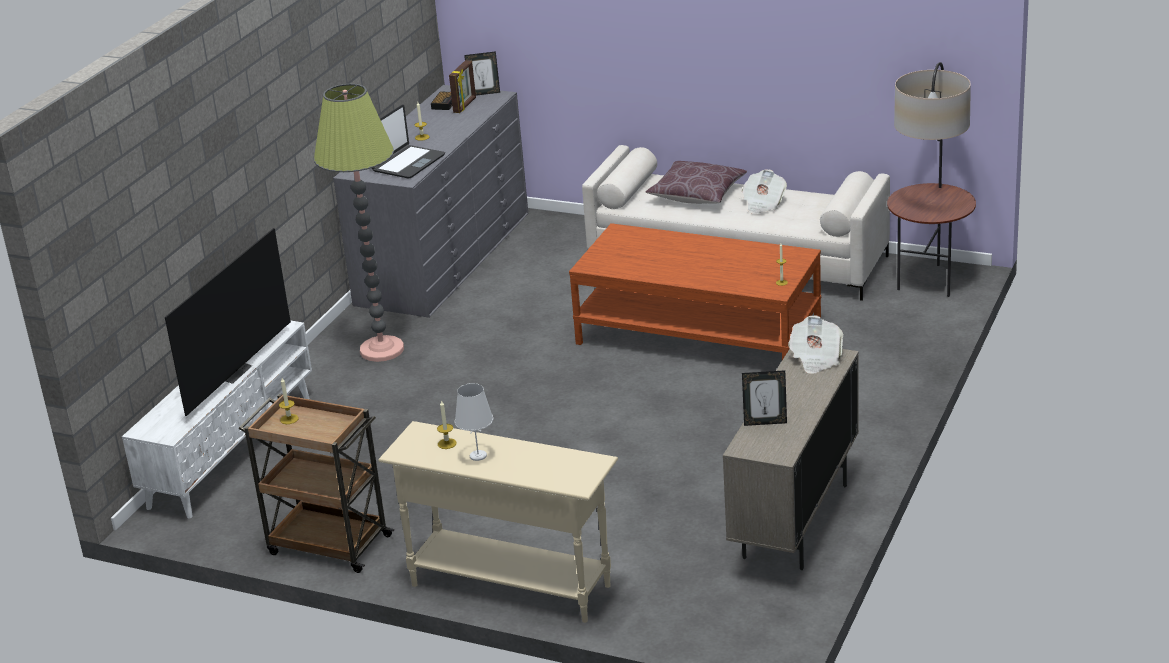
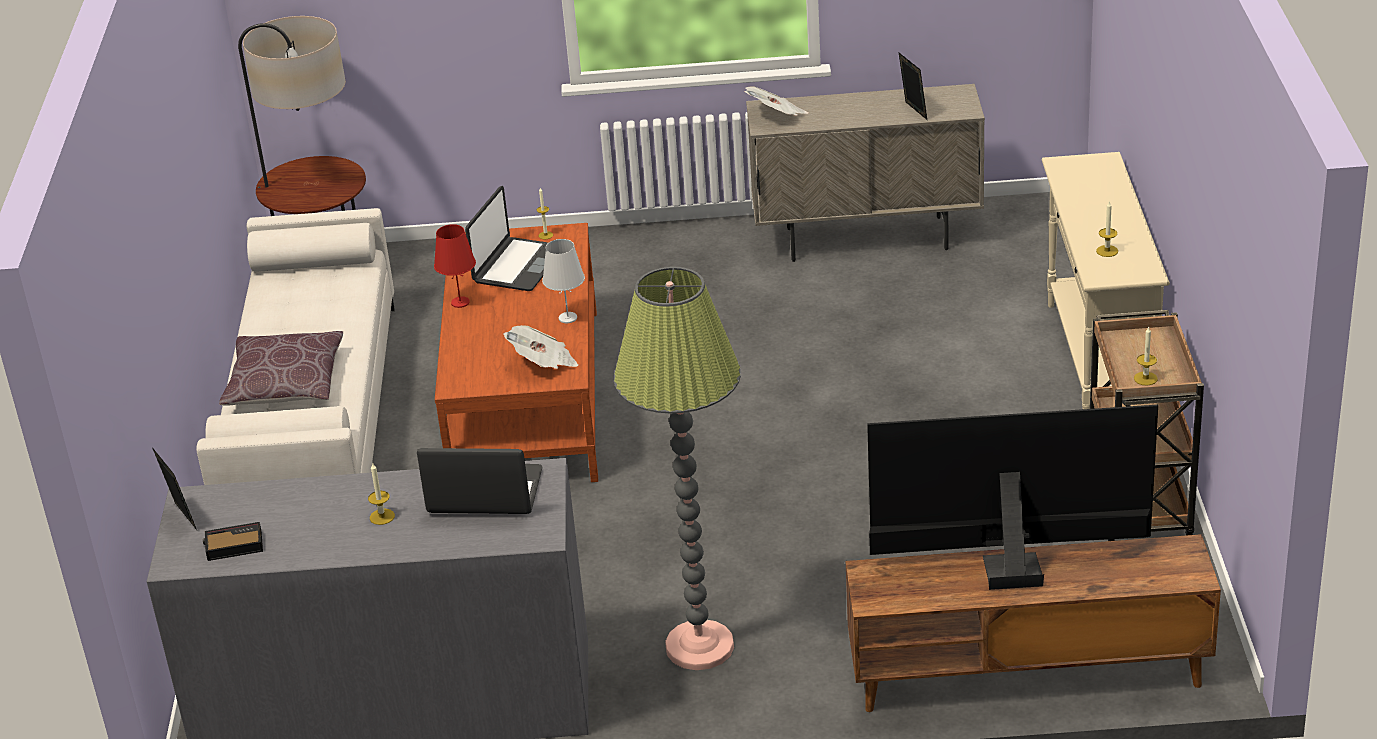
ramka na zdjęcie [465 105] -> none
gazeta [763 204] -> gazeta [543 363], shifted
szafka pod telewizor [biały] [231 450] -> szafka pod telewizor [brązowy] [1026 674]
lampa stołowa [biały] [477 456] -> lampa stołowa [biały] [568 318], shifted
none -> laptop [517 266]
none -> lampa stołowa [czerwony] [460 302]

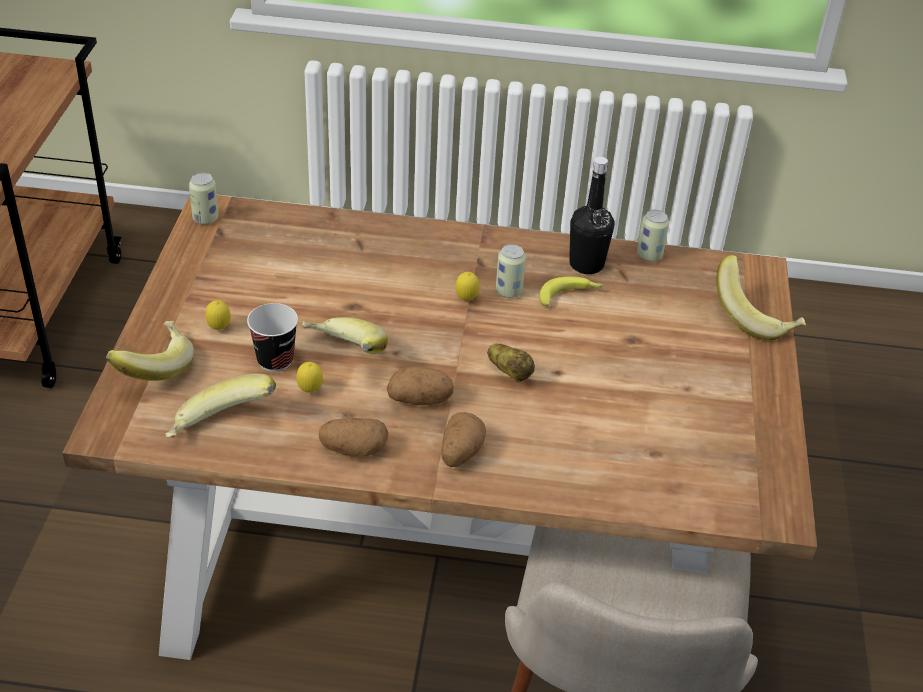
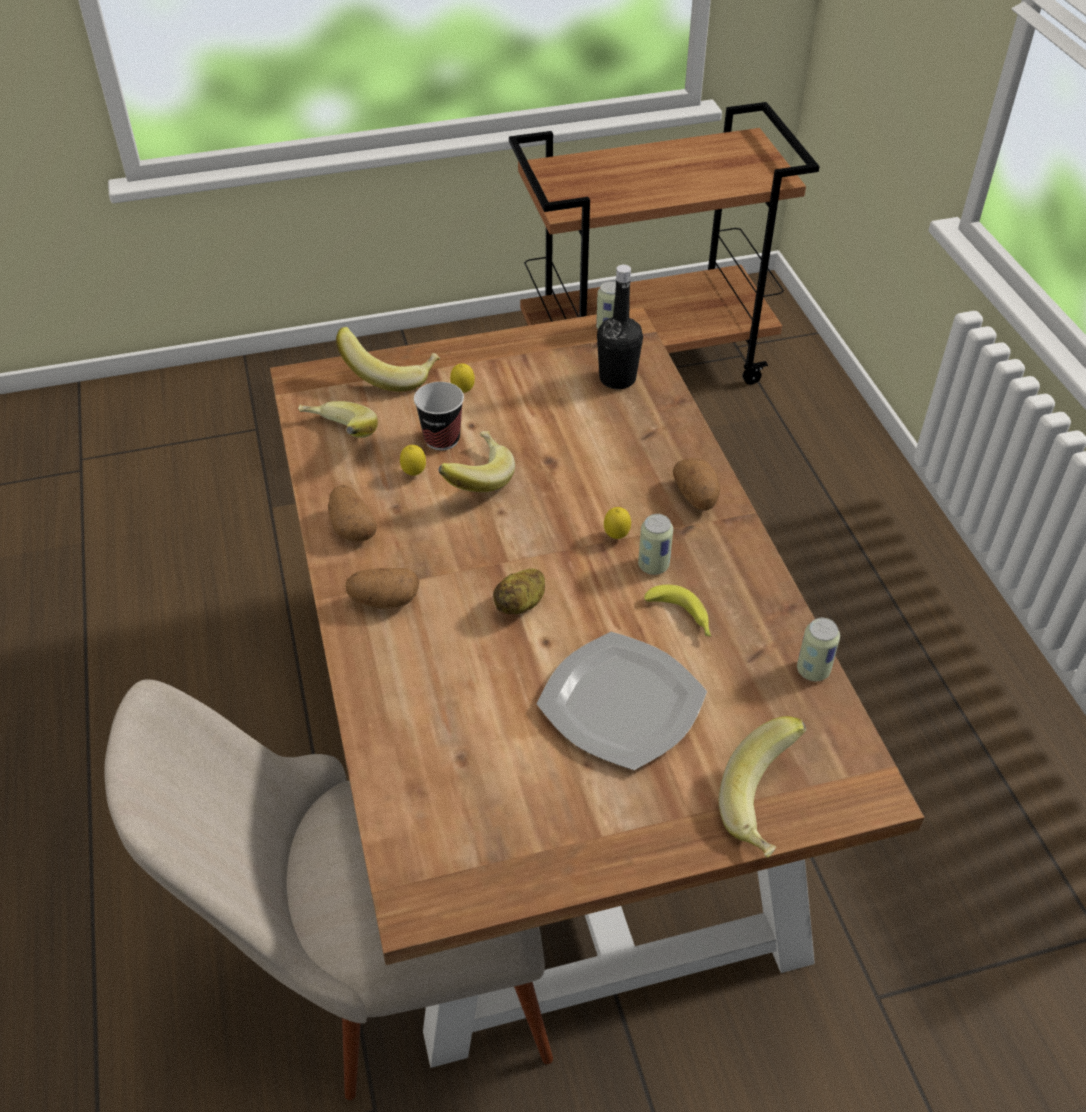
butelka [czarny] [586 264] -> butelka [czarny] [617 378], shifted
ziemniak [420 399] -> ziemniak [696 497], shifted
none -> talerz [621 702]

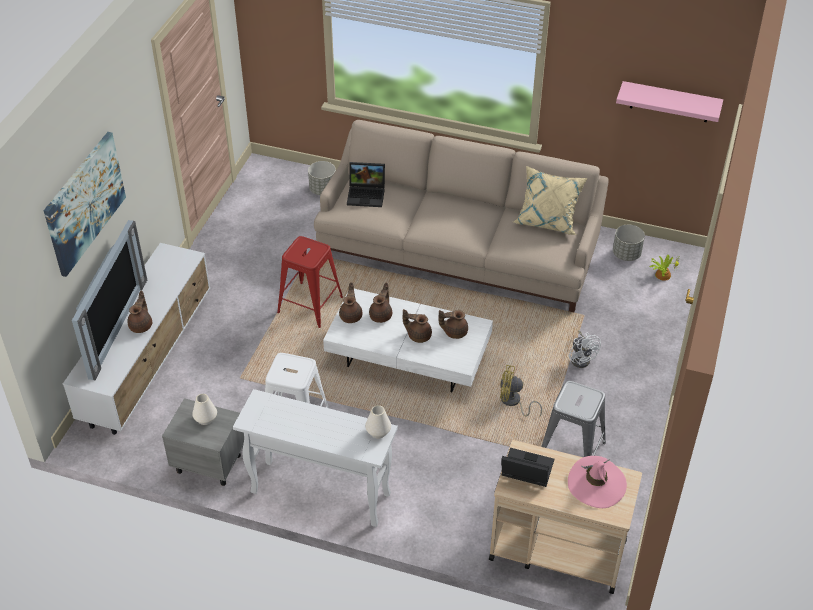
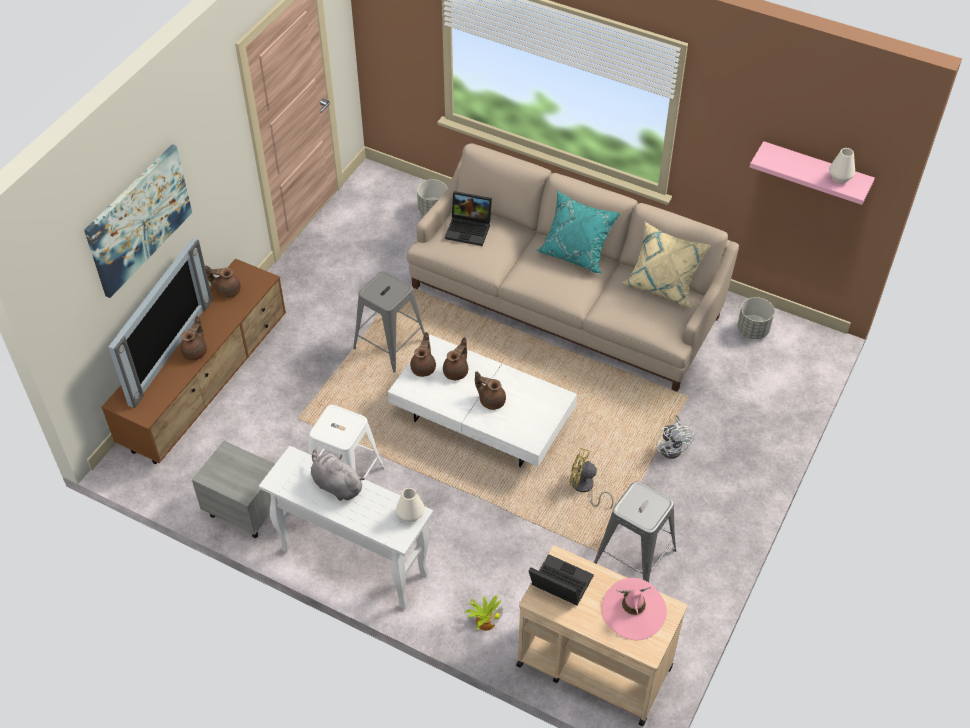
stołek [czerwony] [310 305] -> stołek [szary] [390 345]
szafka pod telewizor [biały] [149 359] -> szafka pod telewizor [brązowy] [207 384]
roślina doniczkowa [662 274] -> roślina doniczkowa [485 620], shifted
imbryk [brązowy] [454 332] -> imbryk [brązowy] [227 290], shifted
wazon [biały] [205 419] -> wazon [biały] [840 177], shifted
none -> poduszka [turkusowy] [576 253]
none -> pluszak [szary] [336 485]

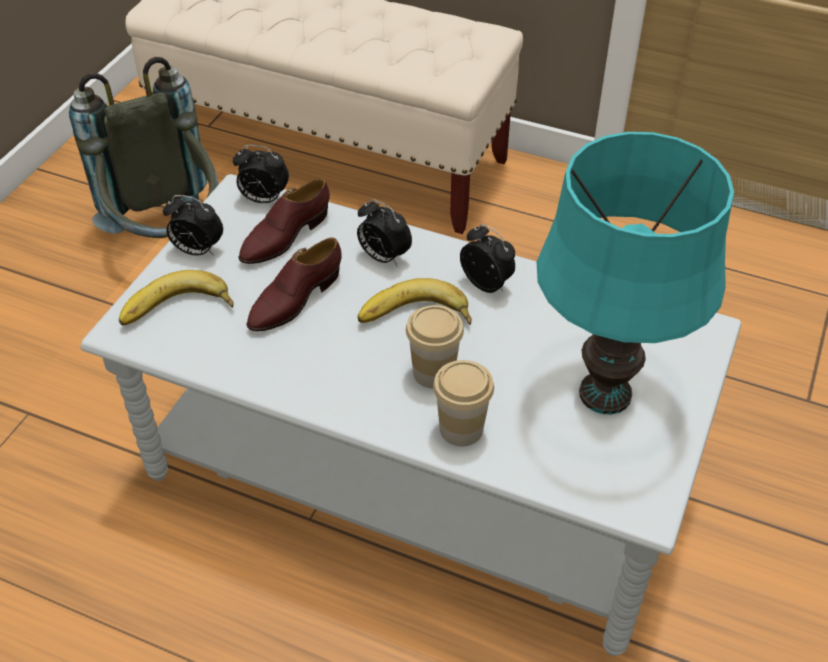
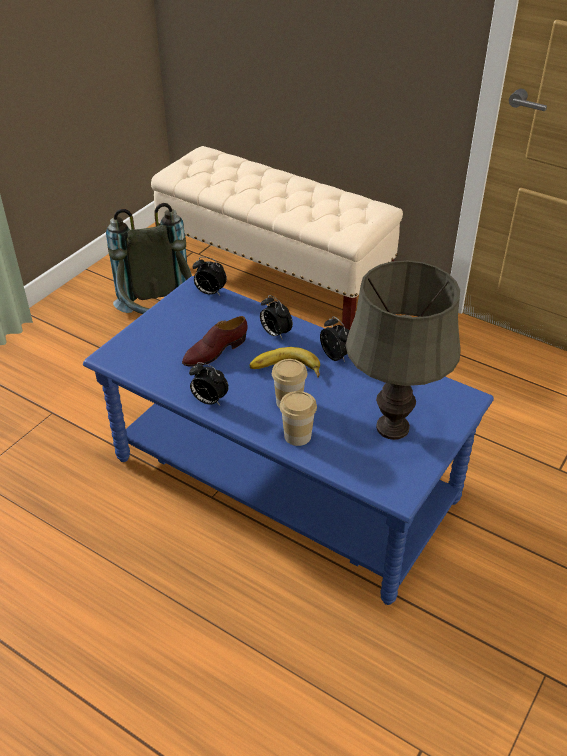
lampa stołowa [turkusowy] [604 394] -> lampa stołowa [szary] [392 427]
ława [szary] [415 476] -> ława [niebieski] [284 481]
but [brązowy] [284 236] -> none
budzik [197 251] -> budzik [209 401], shifted
banan [178 312] -> none

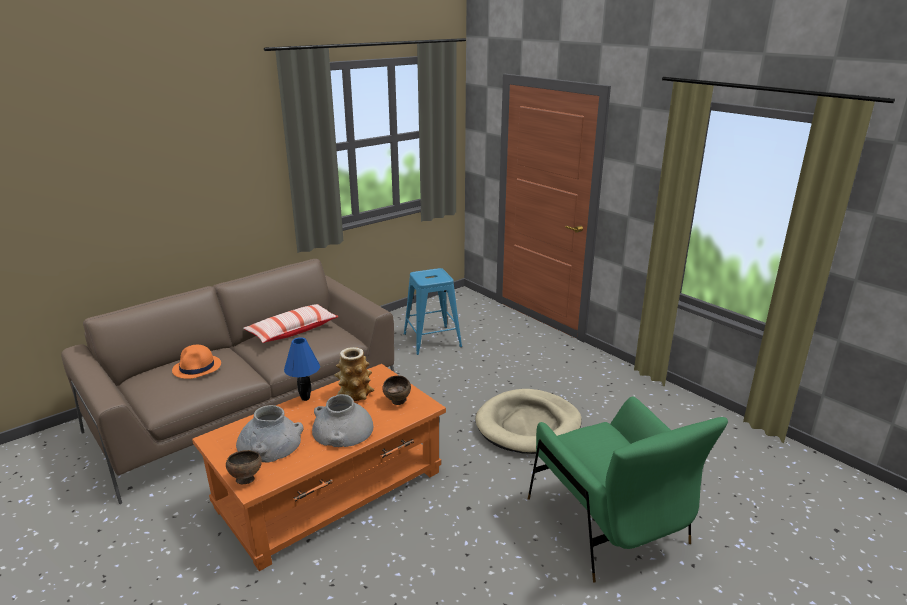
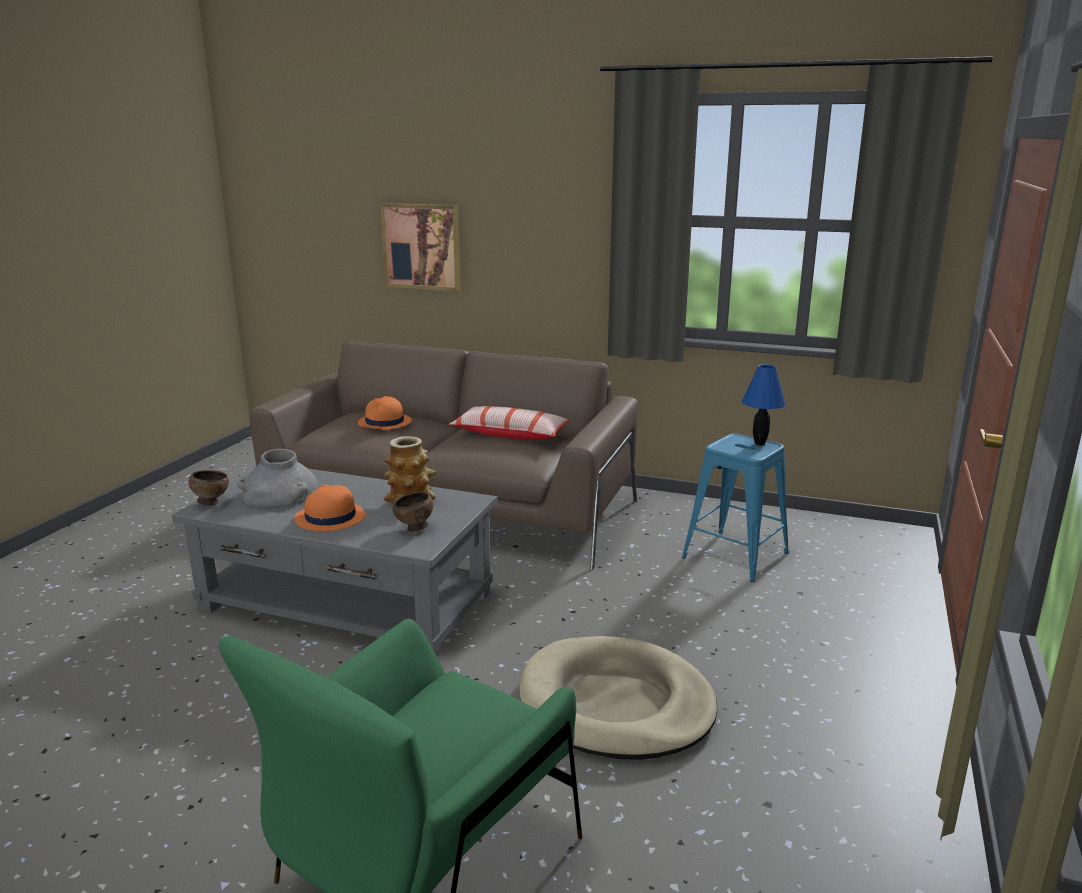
lampa stołowa [niebieski] [305 398] -> lampa stołowa [niebieski] [759 443], shifted
ława [pomarańczowy] [331 489] -> ława [szary] [347 601]
wazon [szary] [342 430] -> kapelusz [pomarańczowy] [330 518]
none -> obraz [422 246]

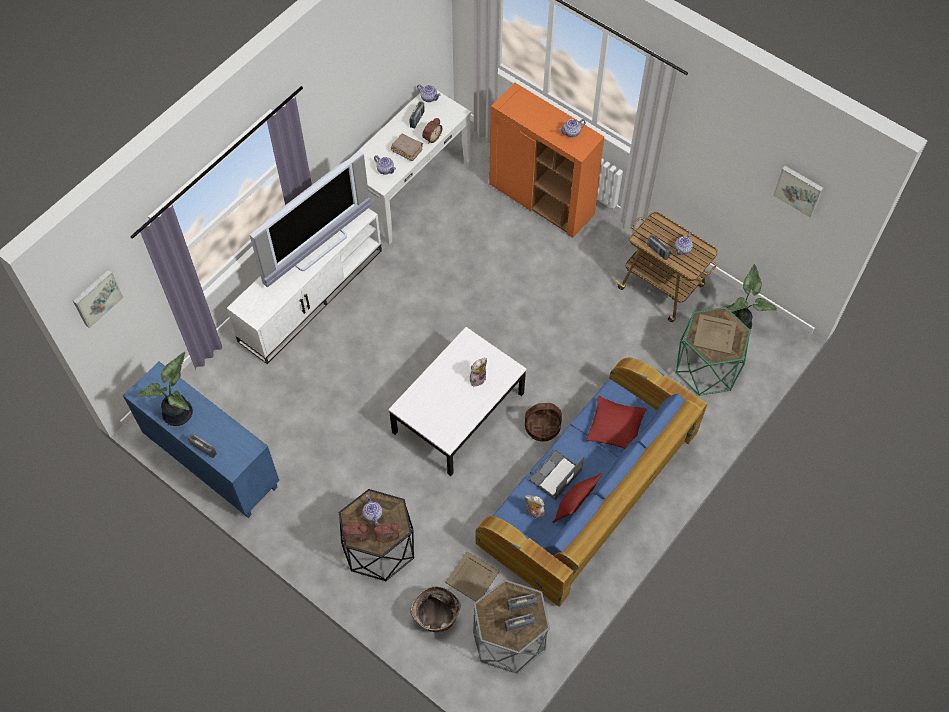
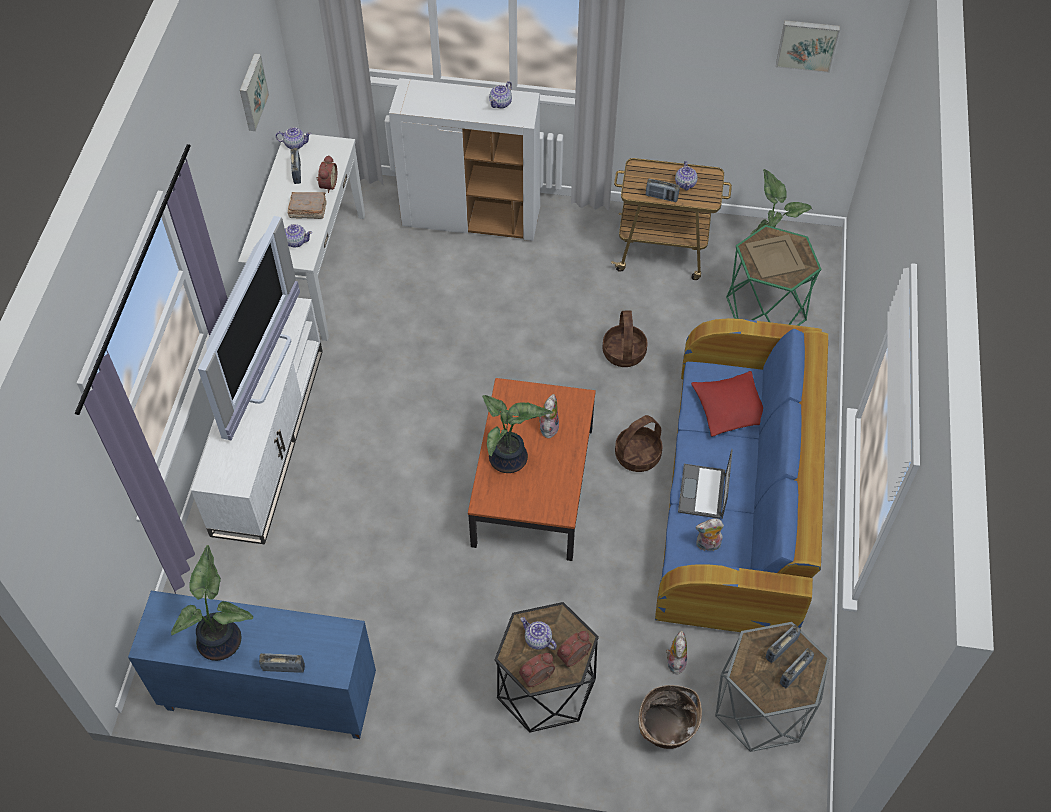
szafka [pomarańczowy] [542 200] -> szafka [biały] [472 218]
obraz [96 297] -> obraz [251 92], shifted
ława [biały] [458 413] -> ława [brązowy] [533 486]
poduszka [czerwony] [574 507] -> none
taca [beżowy] [472 577] -> pluszak [675 661]
none -> koszyk [624 352]
none -> roślina doniczkowa [509 461]

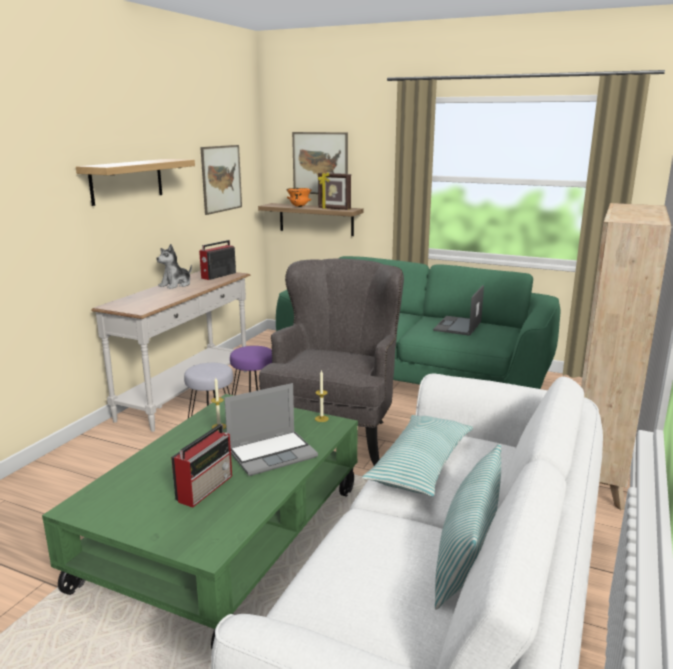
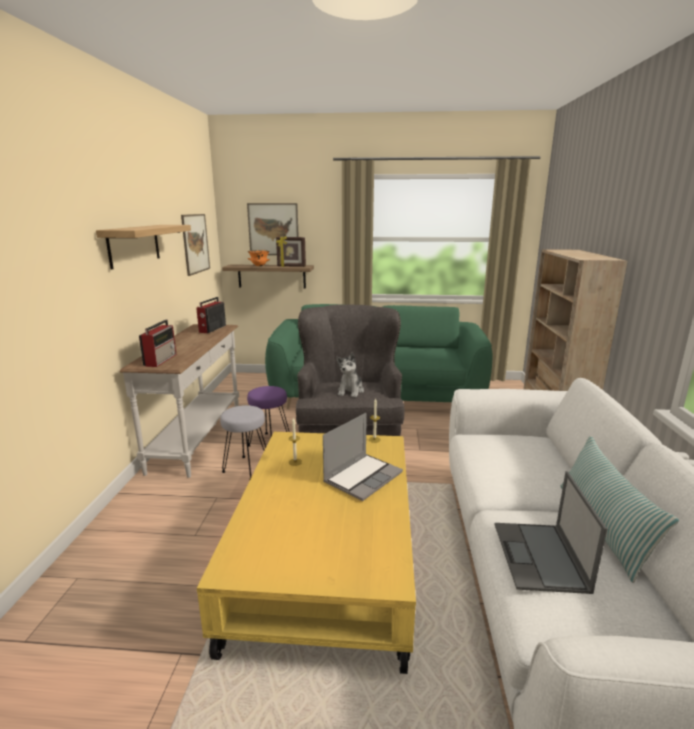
pluszak [176 285] -> pluszak [351 391], shifted
laptop [458 326] -> laptop [540 557], shifted
ława [zielony] [227 537] -> ława [żółty] [327 559]
poduszka [420 466] -> none
radio [206 487] -> radio [161 359], shifted

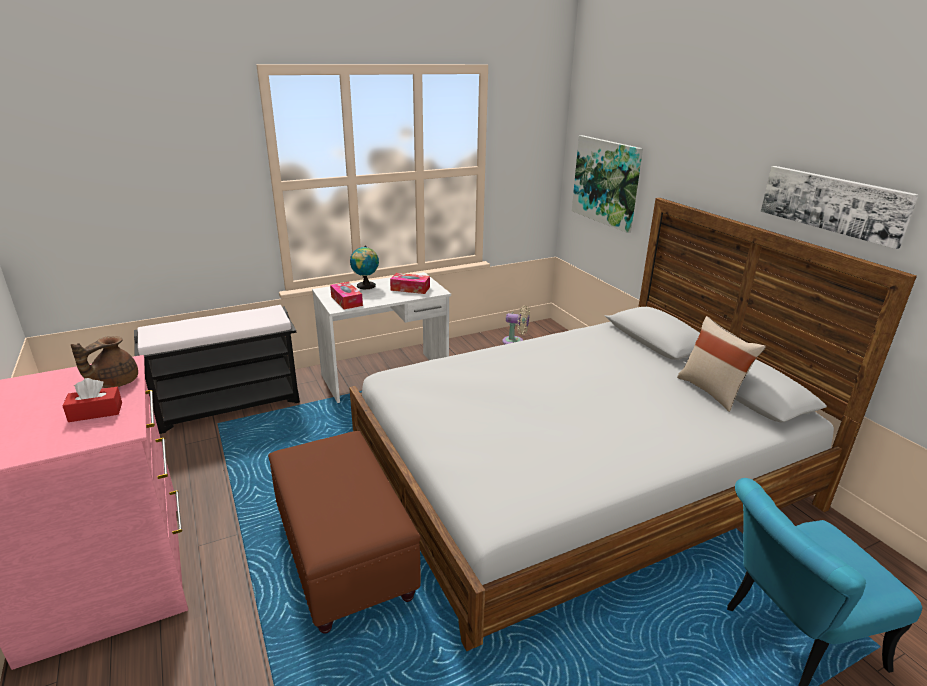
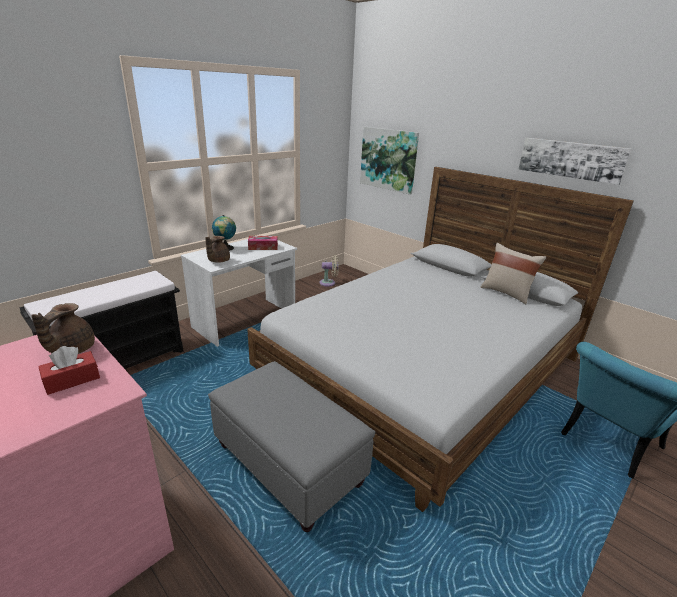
pudełko chusteczek [346 301] -> imbryk [brązowy] [218 261]
pufa [brązowy] [344 556] -> pufa [szary] [289 465]

